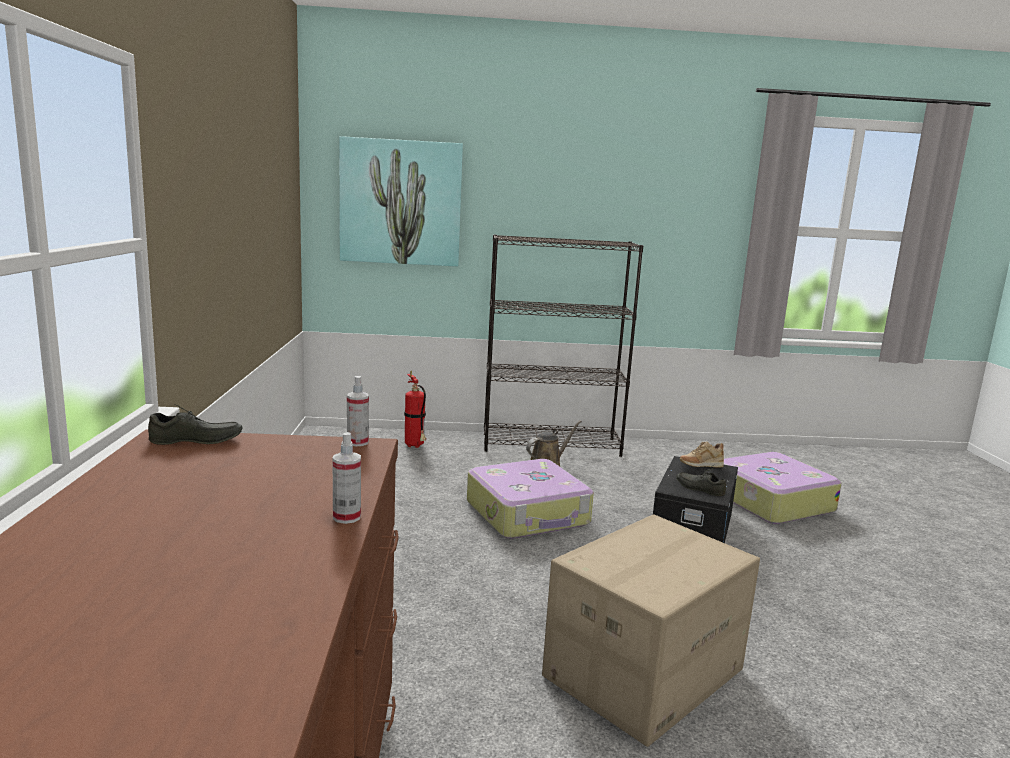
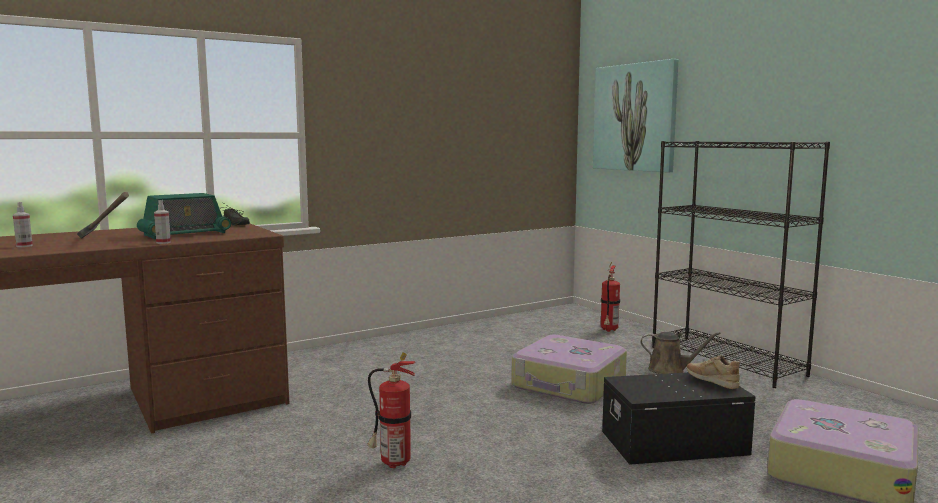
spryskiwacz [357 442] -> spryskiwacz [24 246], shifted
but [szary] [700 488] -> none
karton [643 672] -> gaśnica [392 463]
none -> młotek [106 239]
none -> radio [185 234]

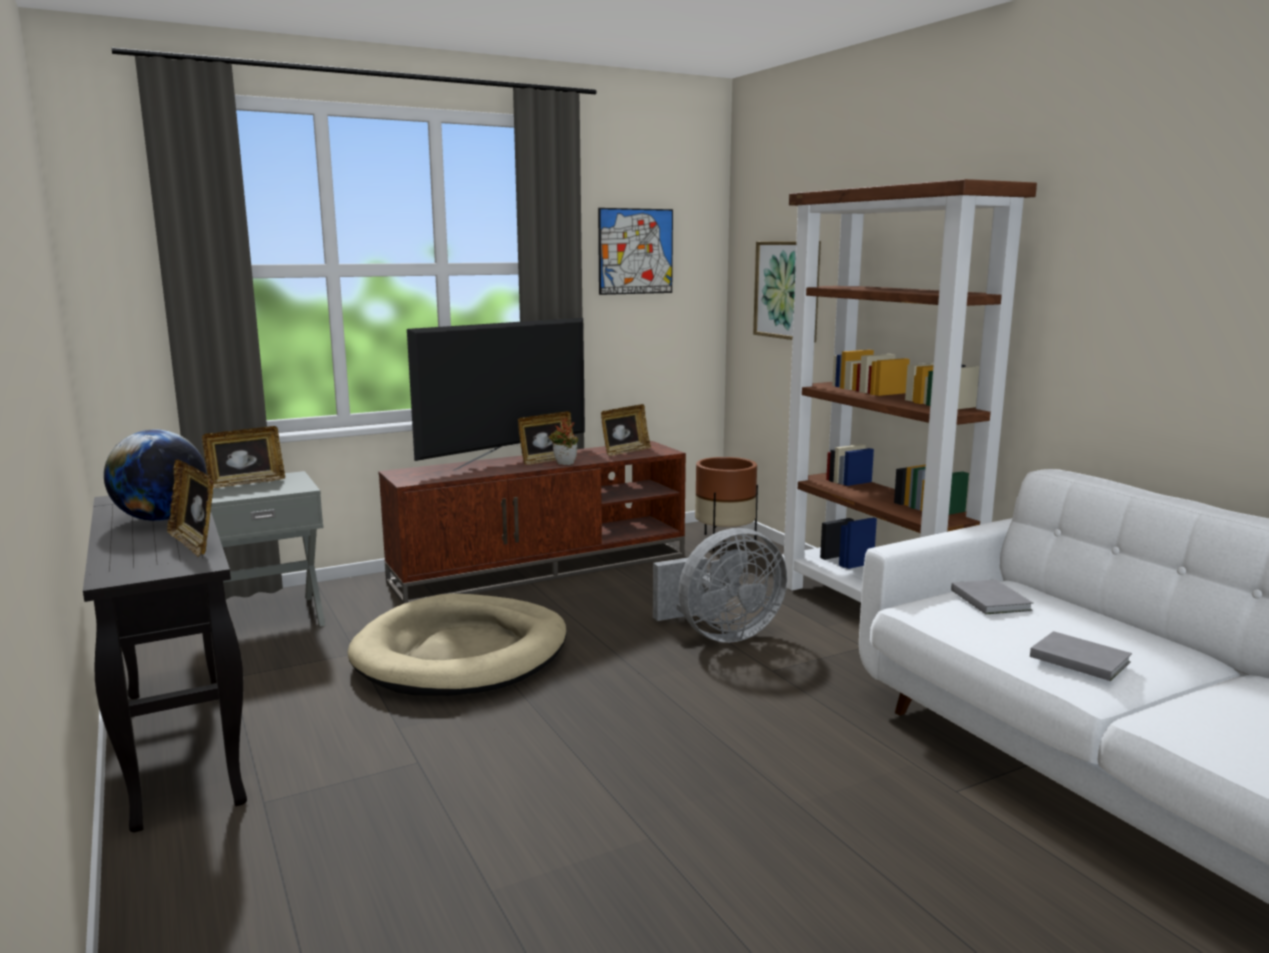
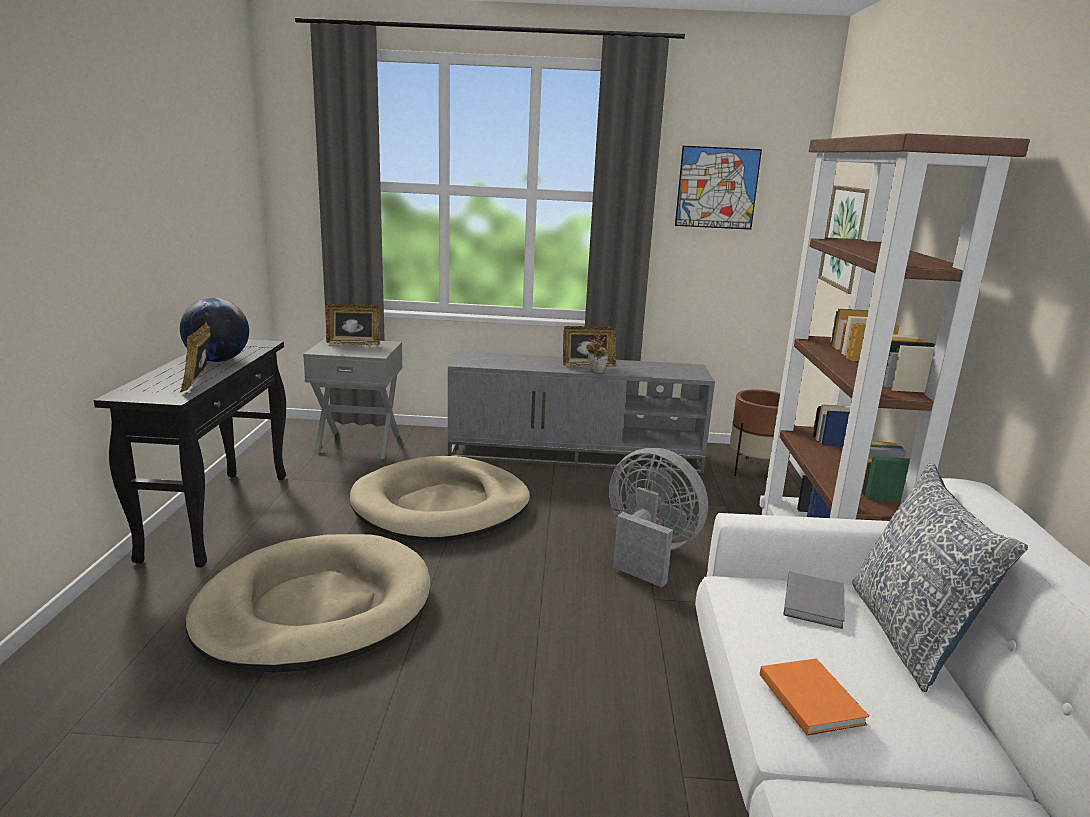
telewizor [505 461] -> none
ramka na zdjęcie [625 451] -> none
szafka pod telewizor [brązowy] [542 568] -> szafka pod telewizor [szary] [576 454]
wentylator [szary] [720 634] -> wentylator [szary] [648 552], 150 degrees counterclockwise
książka [szary] [1077 658] -> książka [pomarańczowy] [810 697]
none -> poduszka [910 635]
none -> legowisko [beżowy] [314 609]

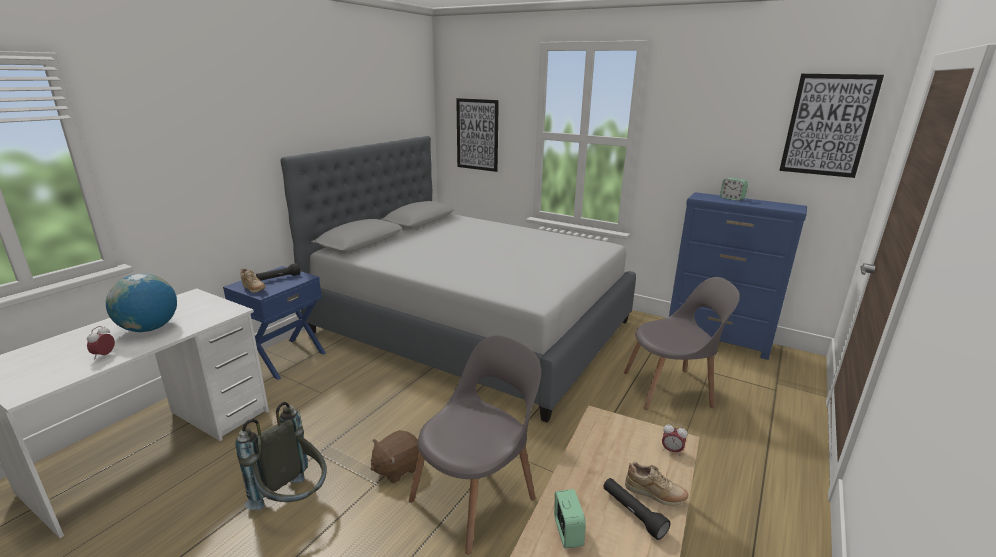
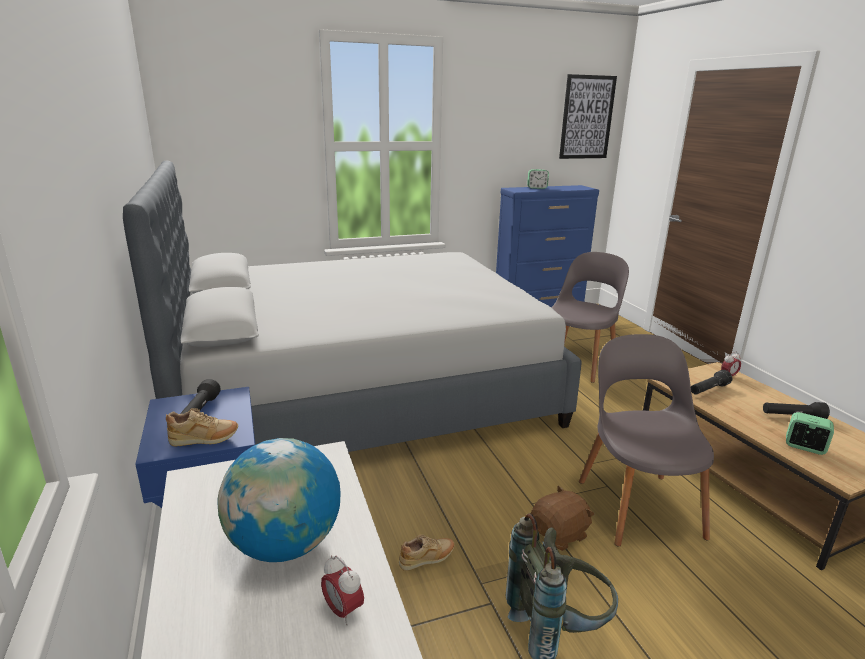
obraz [477 135] -> none
pluszak [brązowy] [397 468] -> pluszak [brązowy] [560 534], 120 degrees counterclockwise
but [beżowy] [654 495] -> but [beżowy] [427 560], shifted
none -> latarka [czarny] [708 390]

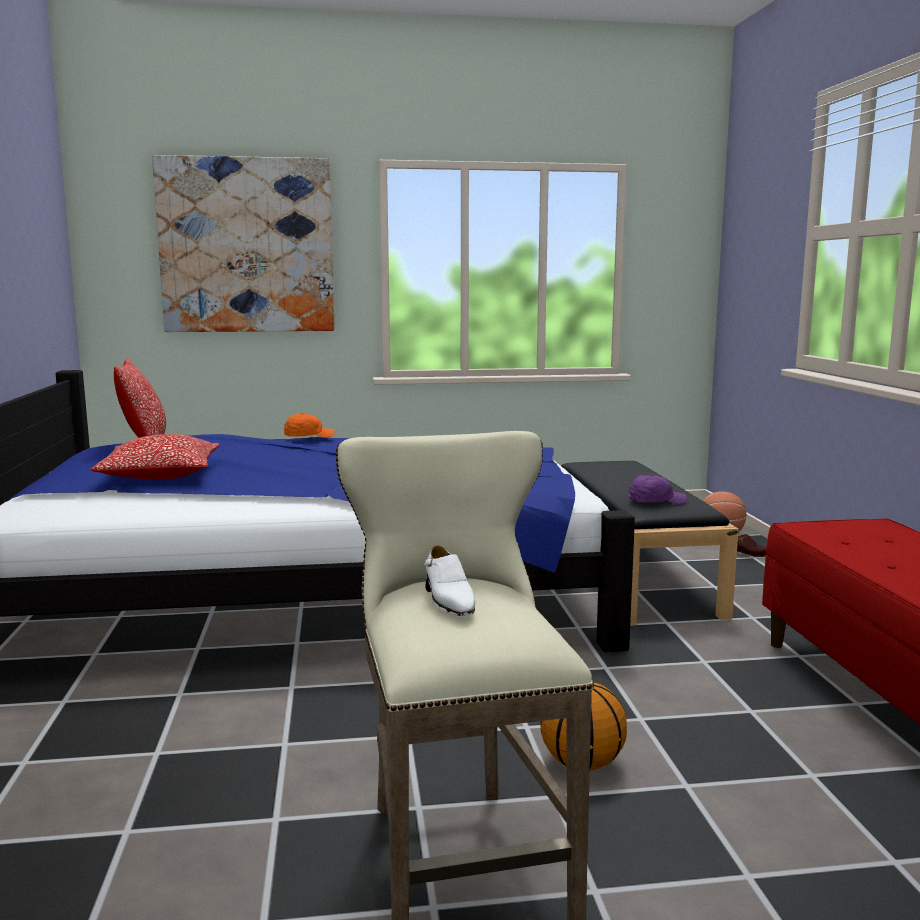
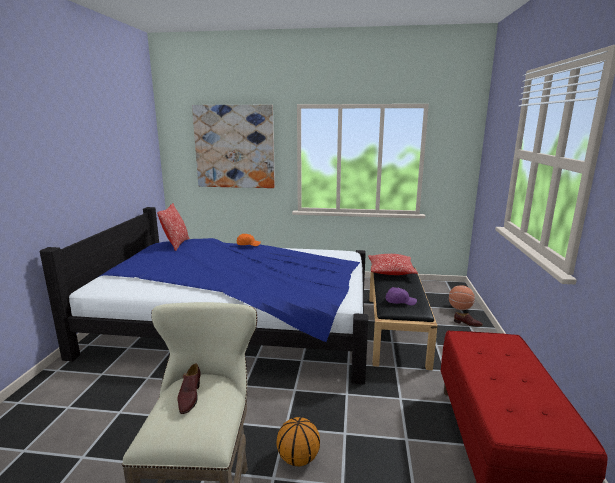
poduszka [160 476] -> poduszka [391 271], shifted
but [biały] [448 600] -> but [brązowy] [189 396]

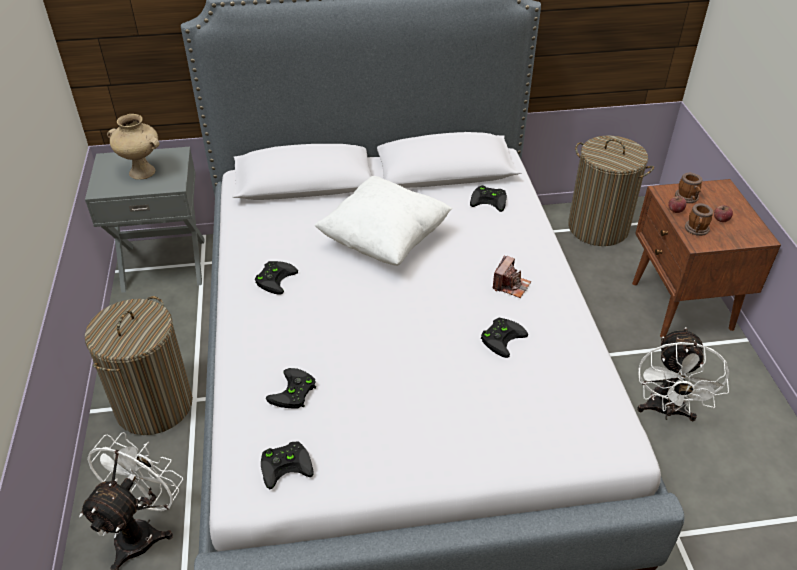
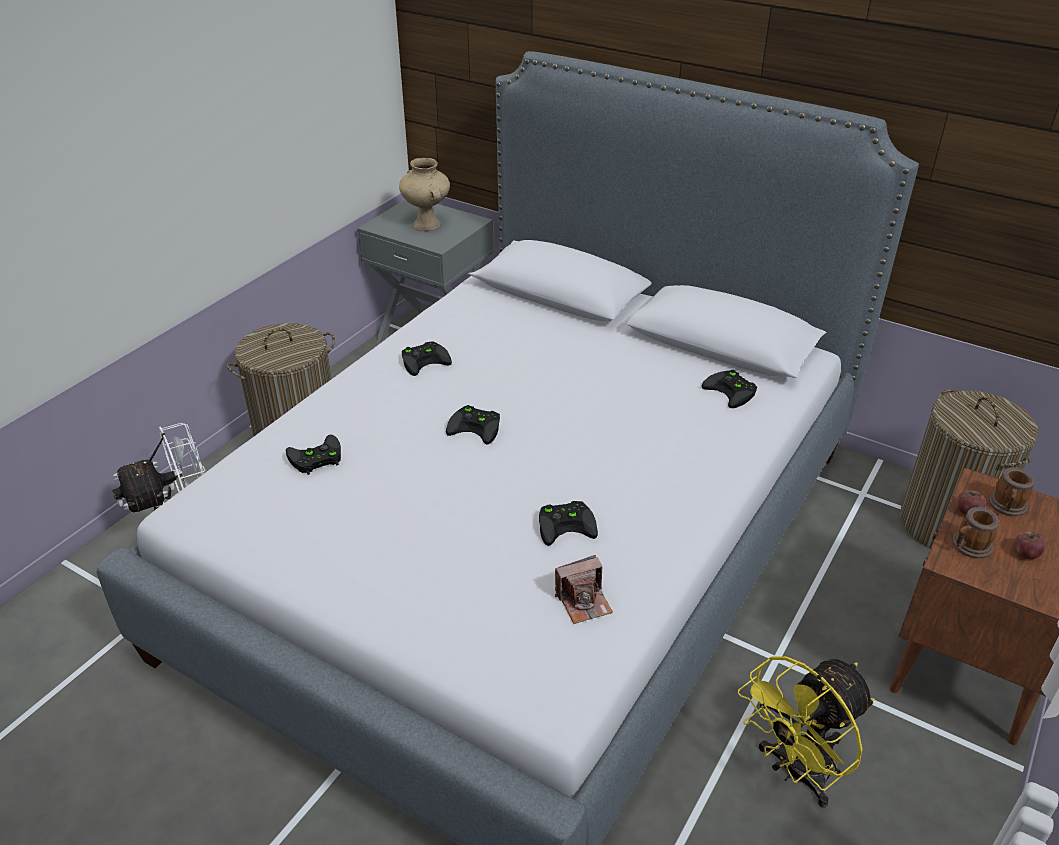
poduszka [biały] [384 240] -> none
aparat fotograficzny [511 285] -> aparat fotograficzny [583 601], shifted
wentylator [biały] [666 411] -> wentylator [żółty] [795 772]
pad do gier [czarny] [287 464] -> pad do gier [czarny] [477 427], shifted

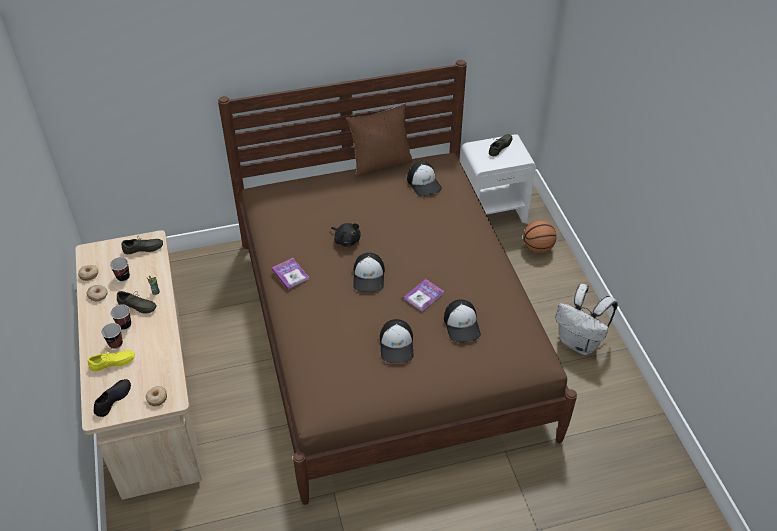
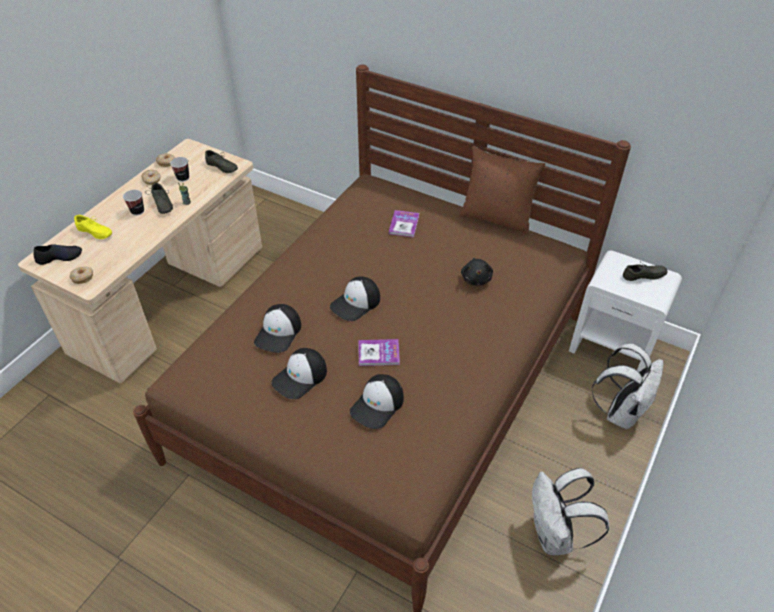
czapka z daszkiem [424 183] -> czapka z daszkiem [278 333], shifted
piłka do koszykówki [537 248] -> plecak [biały] [621 412]
pluszak [czarny] [346 240] -> pluszak [czarny] [476 278], shifted
książka [290 274] -> książka [404 224], shifted
filiżanka [115 343] -> none

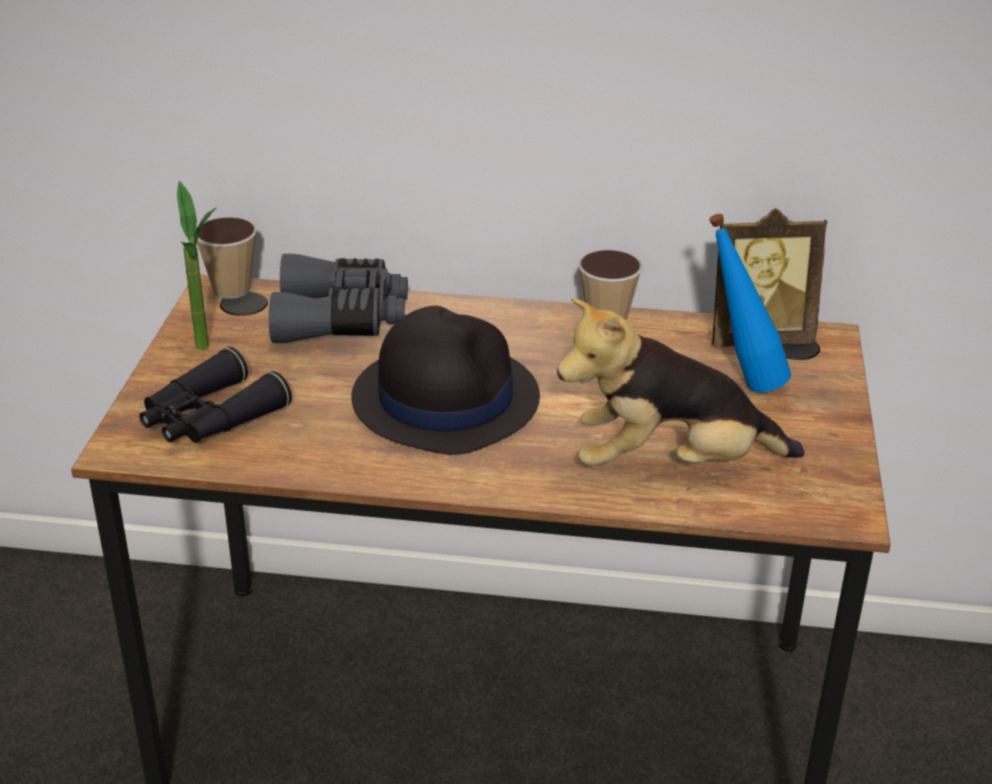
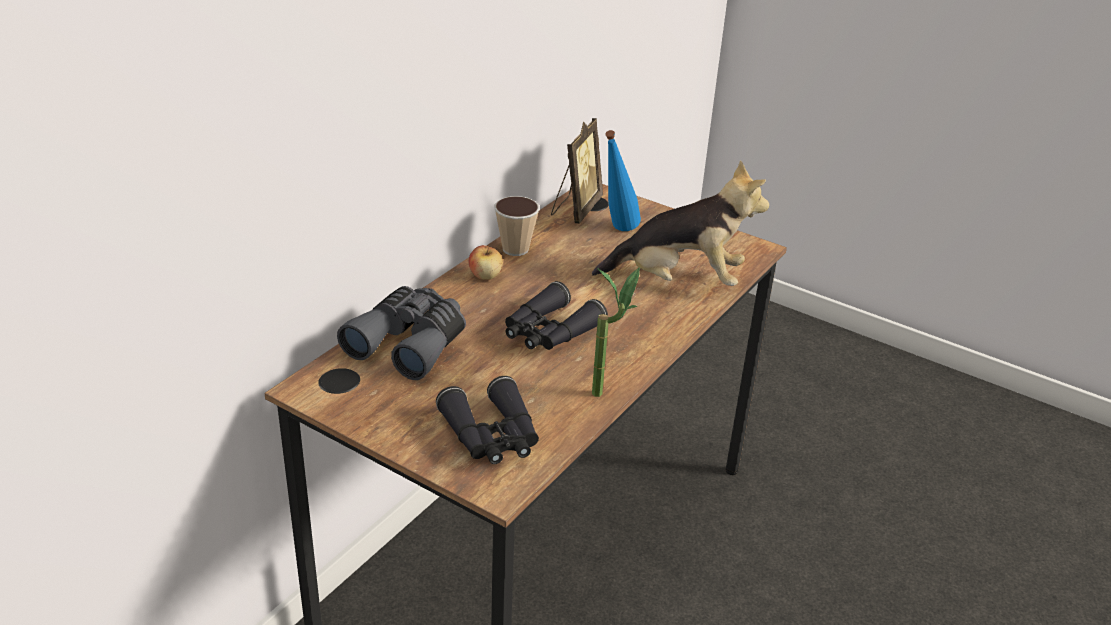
roślina doniczkowa [209 352] -> roślina doniczkowa [607 392], shifted
filiżanka [231 290] -> none
pluszak [670 465] -> pluszak [679 281], 105 degrees counterclockwise
kapelusz [czarny] [445 398] -> lornetka [czarny] [549 332]
none -> jabłko [485 276]

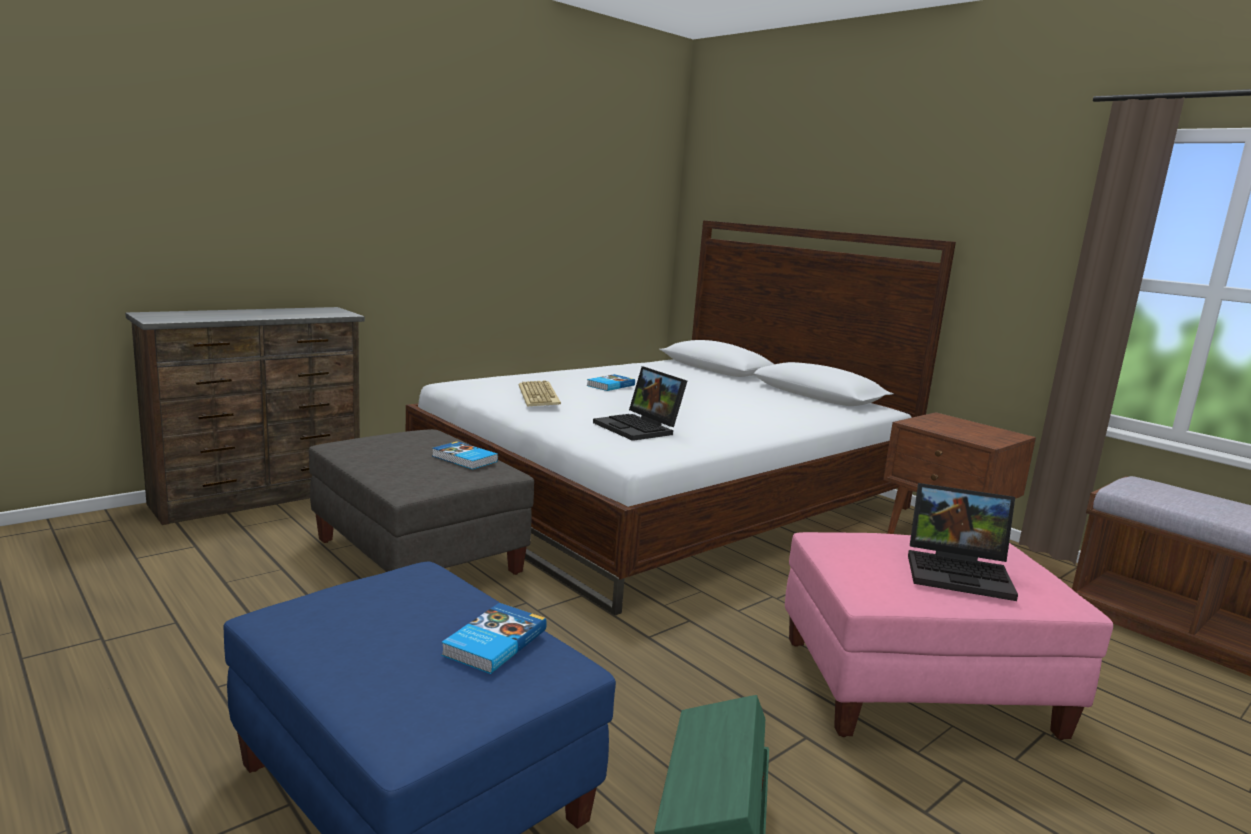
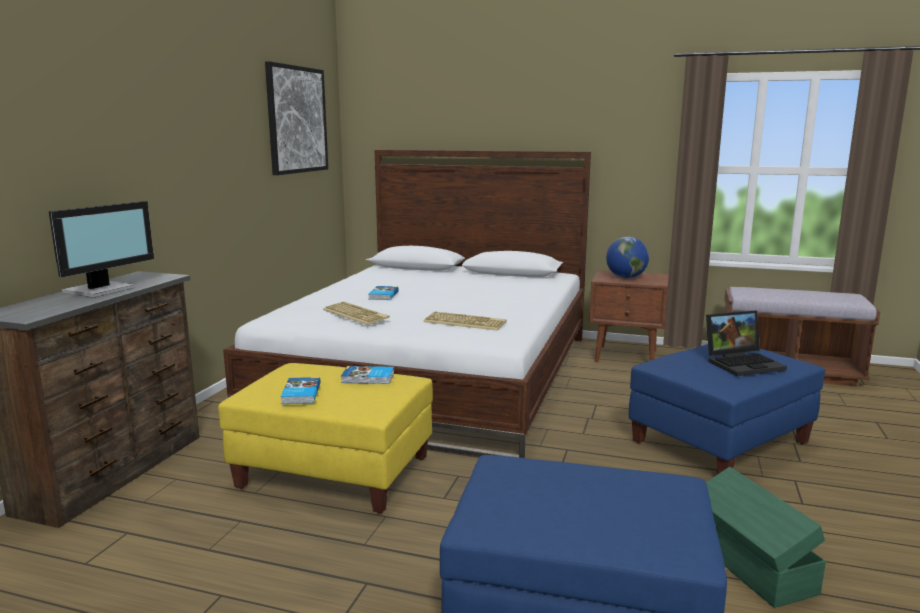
laptop [640 428] -> klawiatura [466 322]
pufa [szary] [418 557] -> pufa [żółty] [334 472]
pufa [różowy] [916 687] -> pufa [niebieski] [719 443]
książka [493 642] -> książka [300 394], shifted
none -> obraz [297 120]
none -> monitor [102 290]
none -> globus [626 277]

